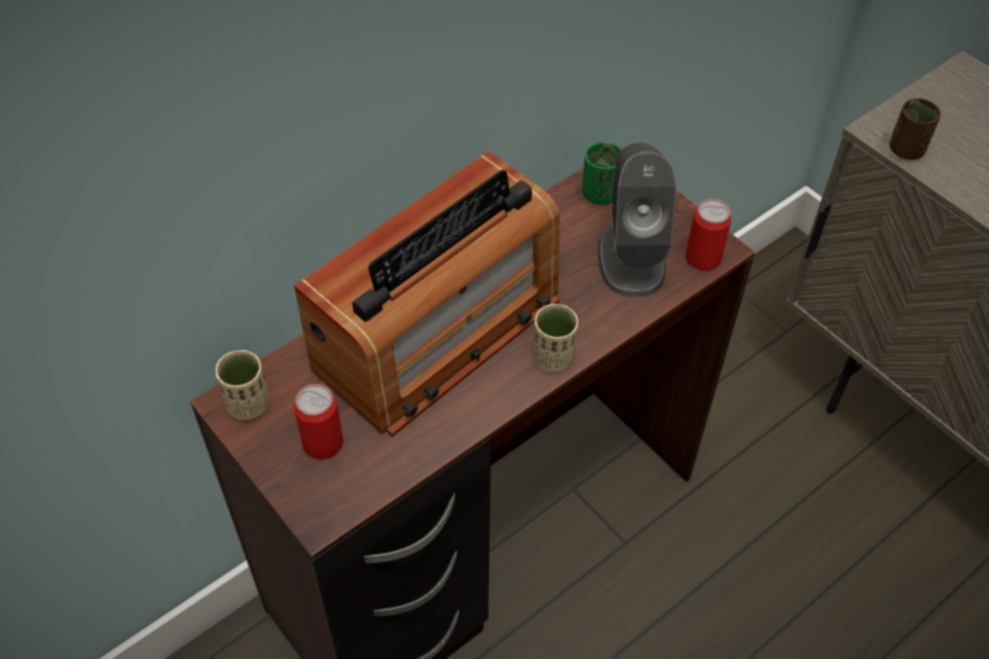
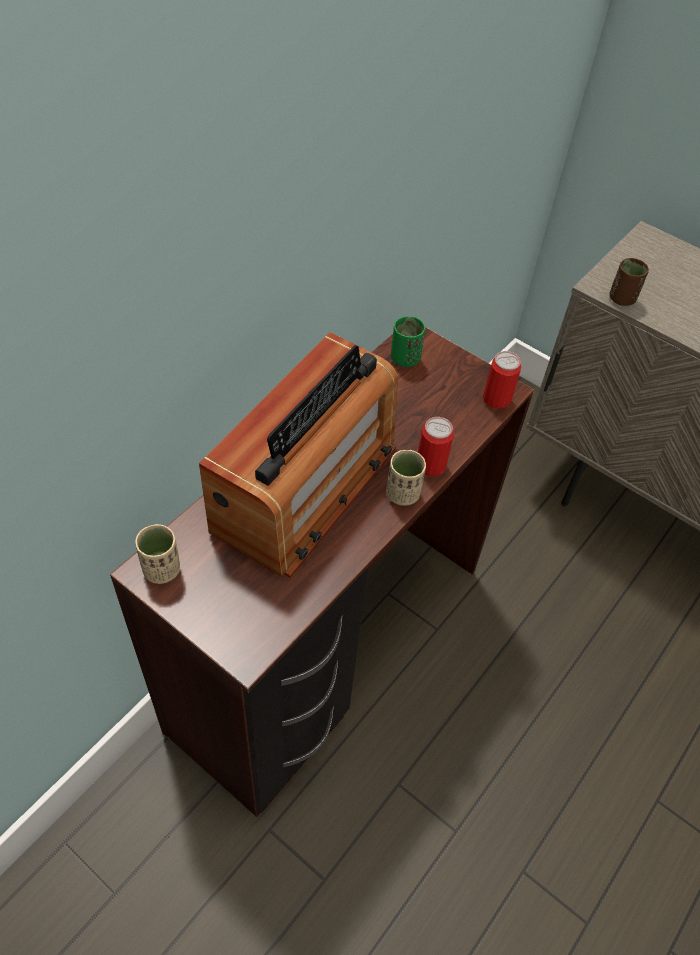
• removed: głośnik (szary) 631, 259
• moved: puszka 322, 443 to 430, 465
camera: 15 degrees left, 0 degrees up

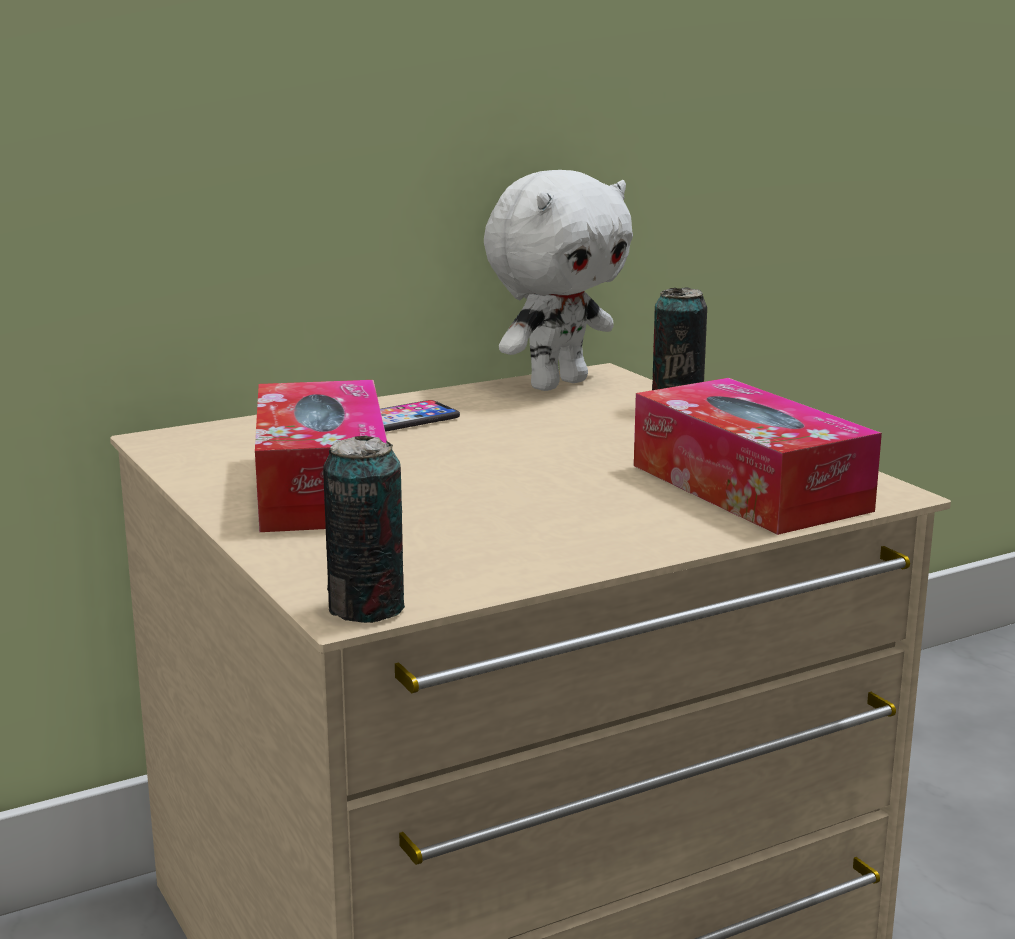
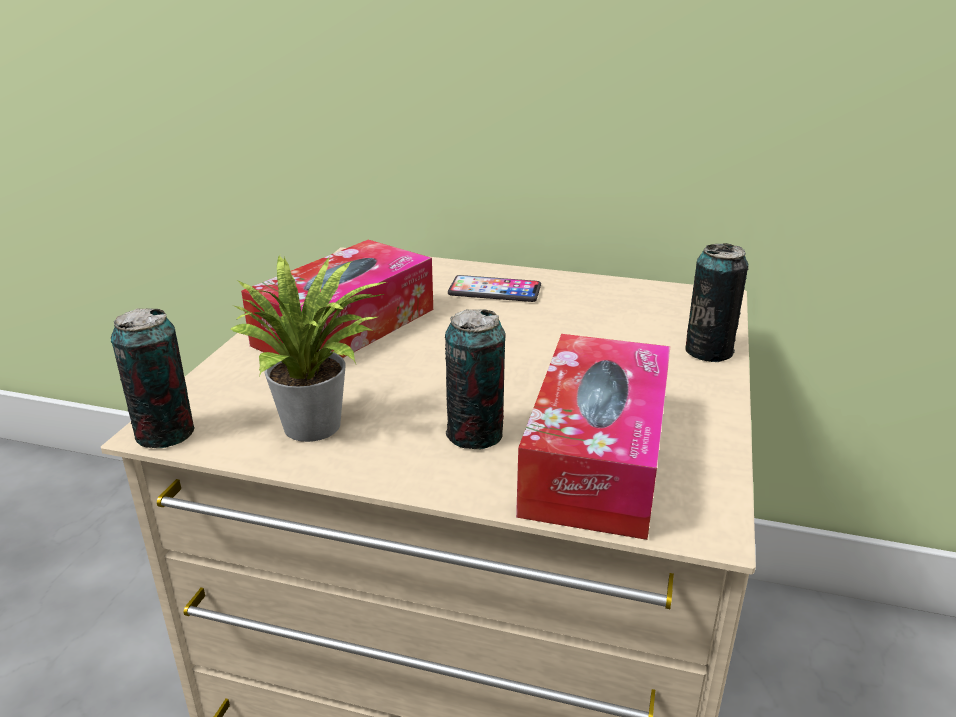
• removed: pluszak (biały) 556, 384
• added: roślina doniczkowa 320, 426
• added: puszka 475, 434
camera: 45 degrees right, 10 degrees up

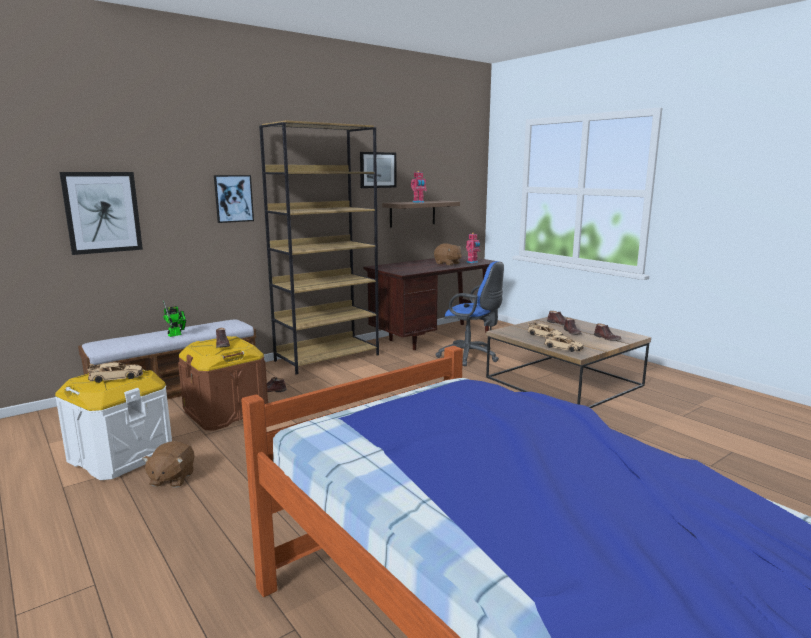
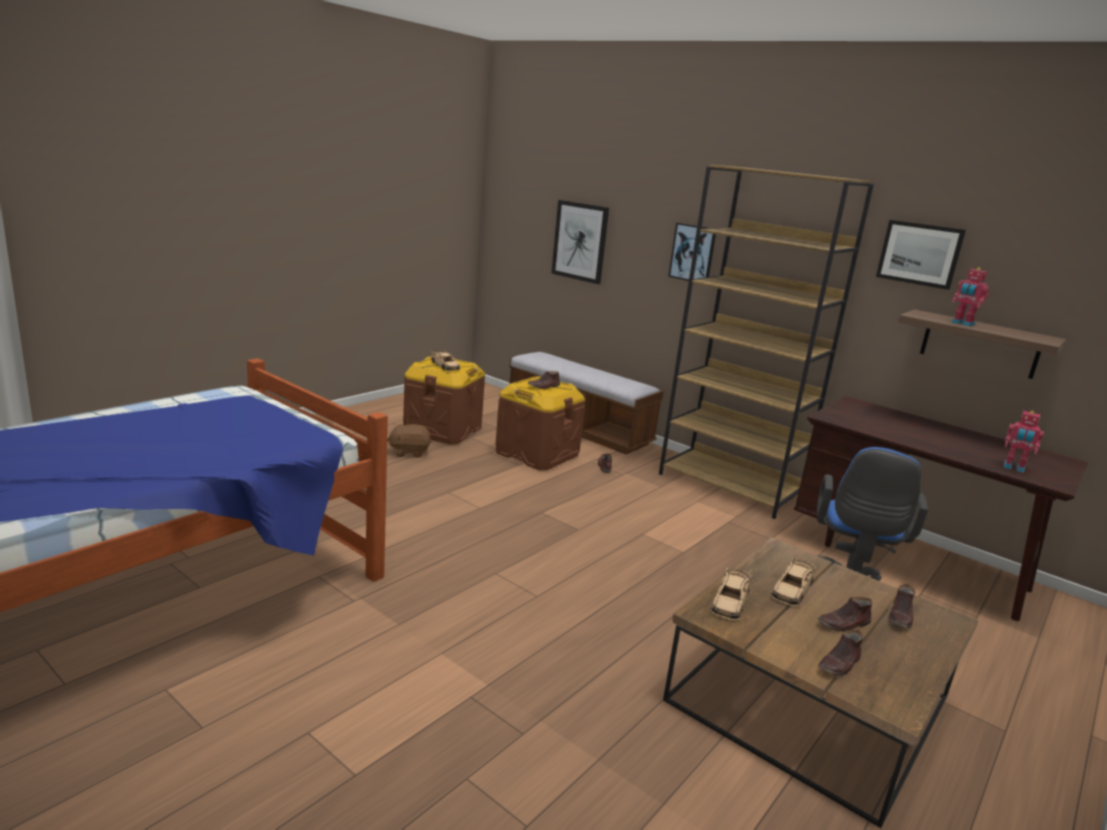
• removed: pluszak (brązowy) 447, 263
• removed: robot zabawkowy 177, 334
• recoloured: pojemnik do przechowywania (biały) 121, 456 to pojemnik do przechowywania (brązowy) 442, 430
camera: 75 degrees right, 5 degrees up

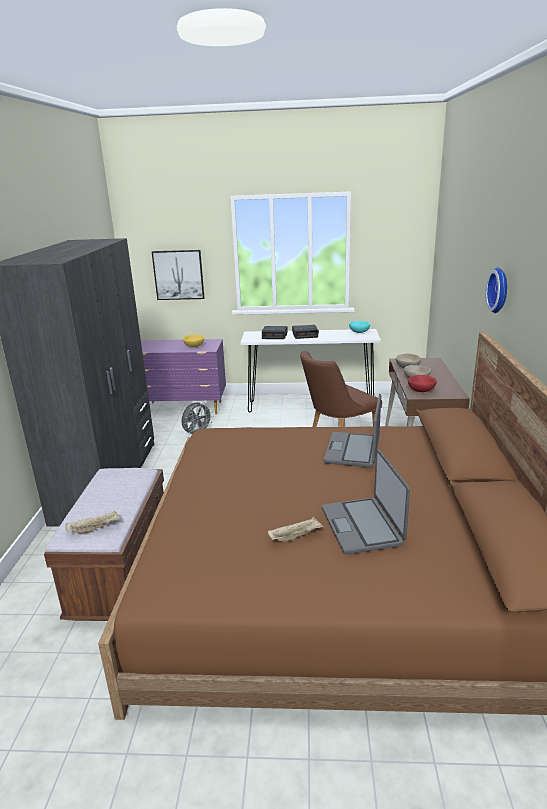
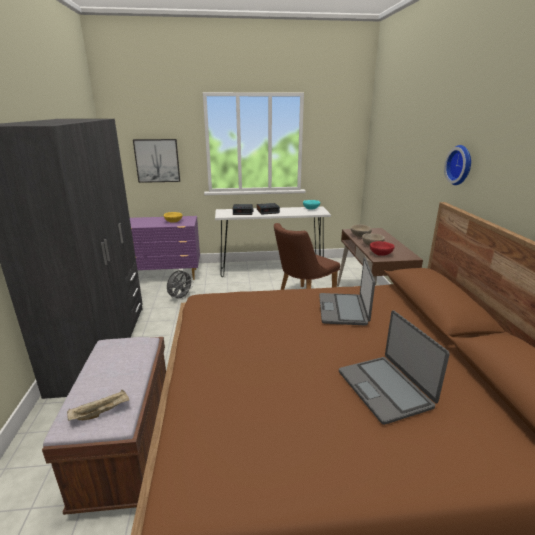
• removed: taca (beżowy) 296, 537
camera: 10 degrees left, 0 degrees up

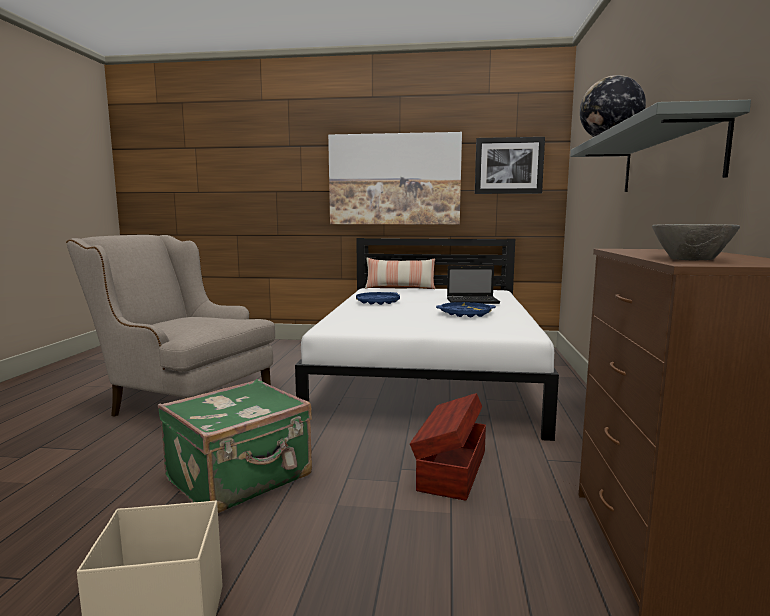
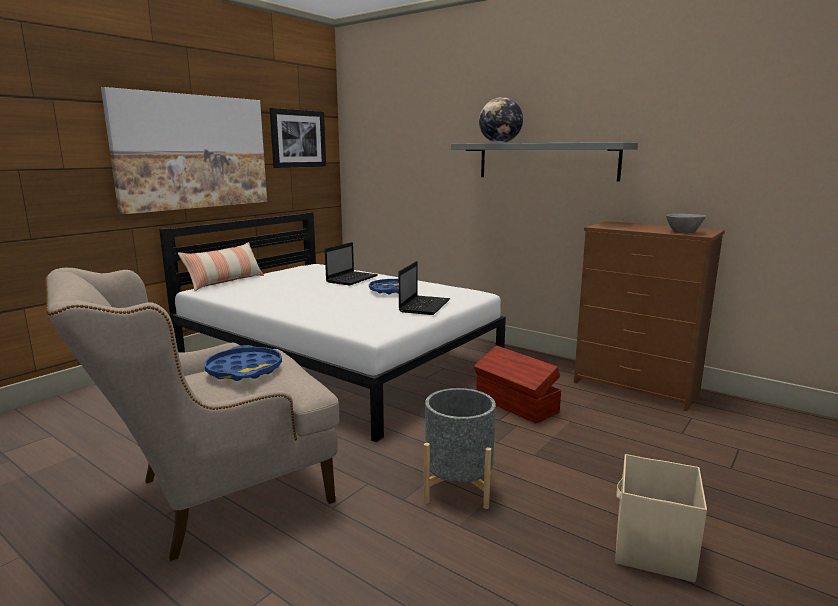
• moved: taca (niebieski) 378, 302 to 244, 370
• replaced: walizka (zielony) 241, 478 to donica (szary) 458, 487
• added: laptop 424, 306
camera: 60 degrees left, 5 degrees up

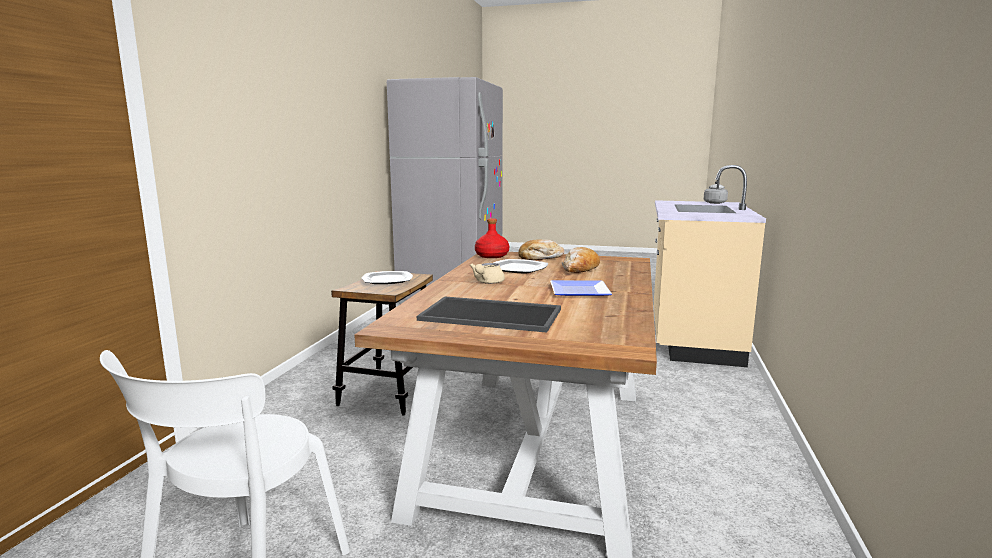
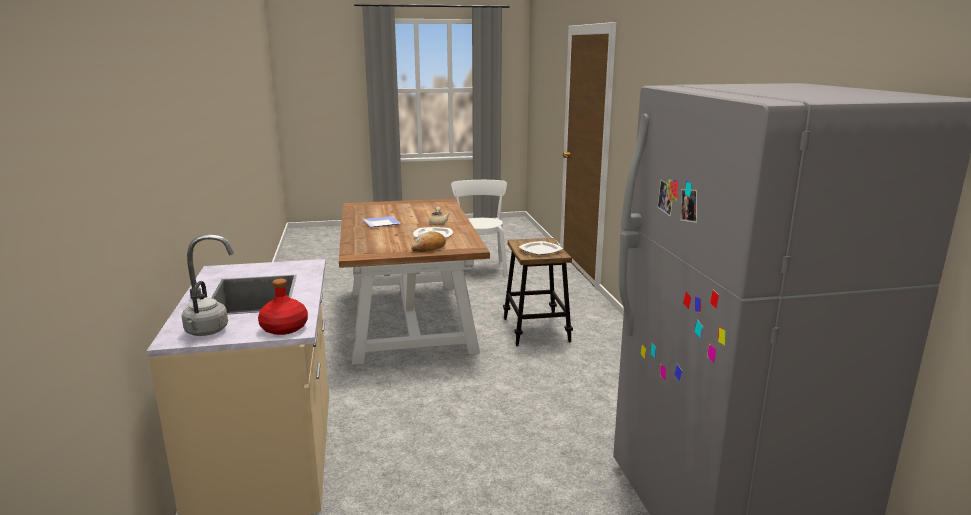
• moved: butelka (czerwony) 491, 256 to 285, 328
• removed: chleb 580, 268
• removed: taca 493, 314
camera: 155 degrees right, 5 degrees up

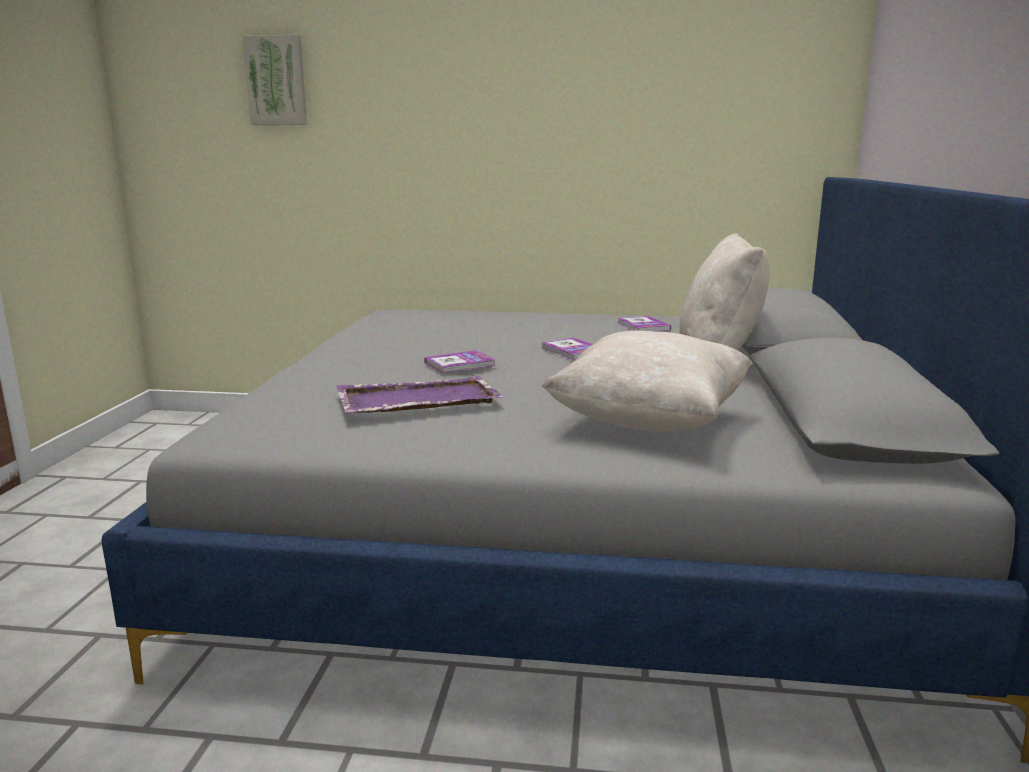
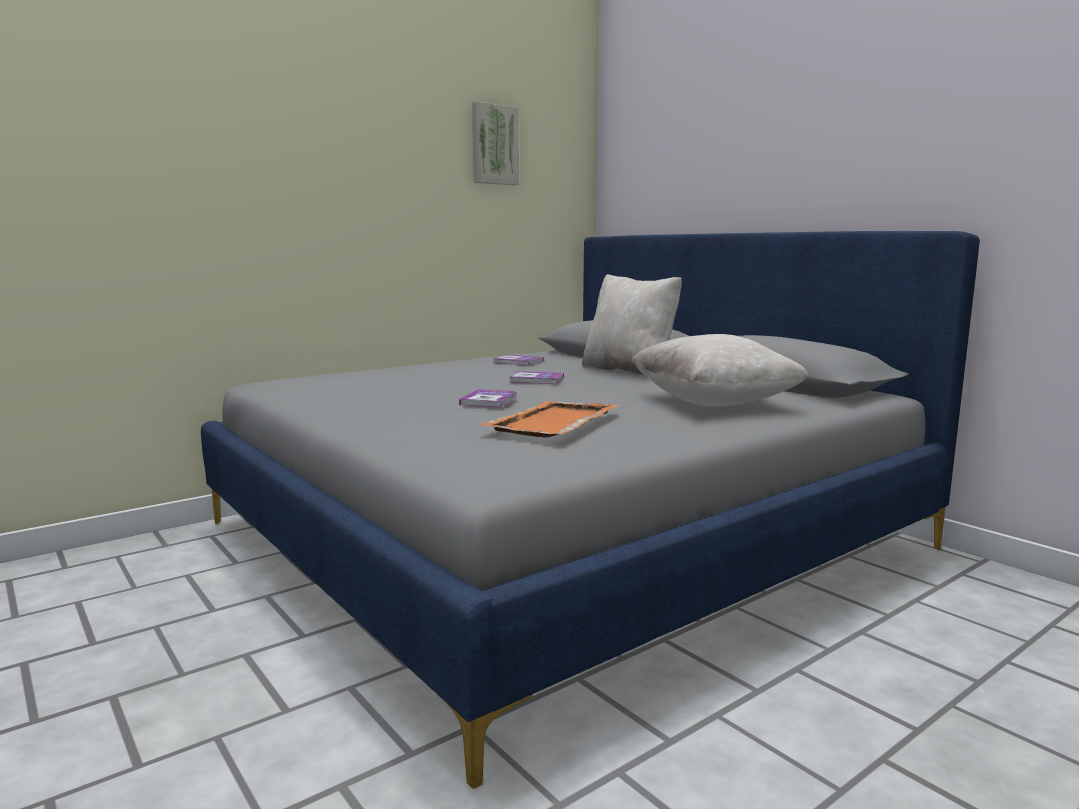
• moved: obraz 277, 81 to 494, 145
• recoloured: taca (fioletowy) 416, 400 to taca (pomarańczowy) 552, 423
camera: 45 degrees left, 5 degrees down

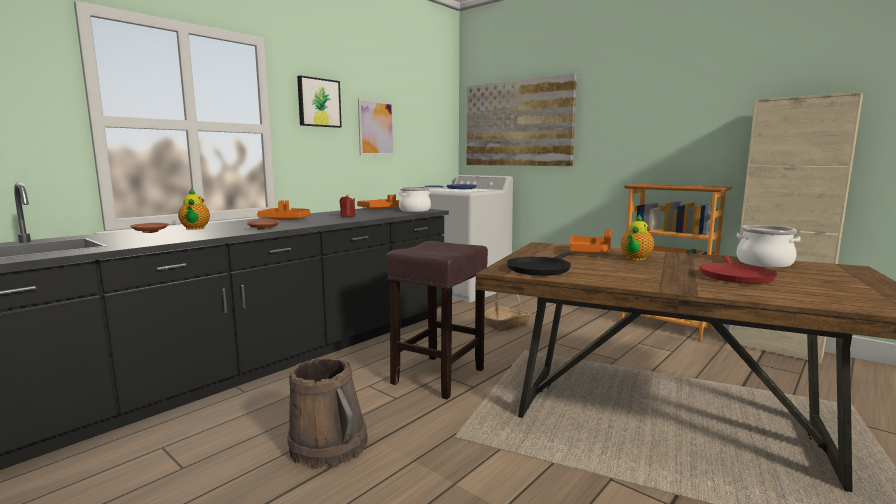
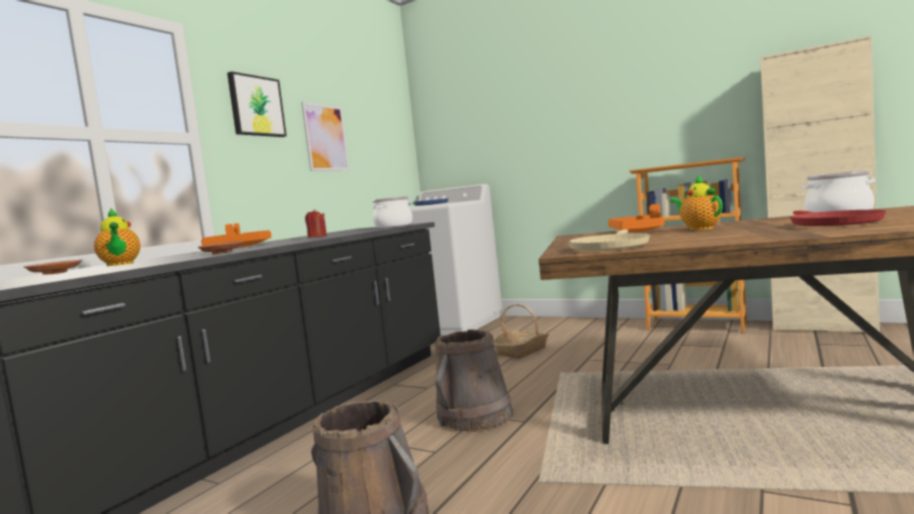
• removed: obraz 517, 123
• removed: taca (pomarańczowy) 380, 209
• turned: imbryk 635, 259 = 699, 229 135 degrees clockwise
• replaced: stołek (brązowy) 439, 375 to wiadro (brązowy) 475, 416
• recoloured: patelnia (czarny) 540, 269 to patelnia (beżowy) 609, 246
camera: 10 degrees left, 5 degrees down

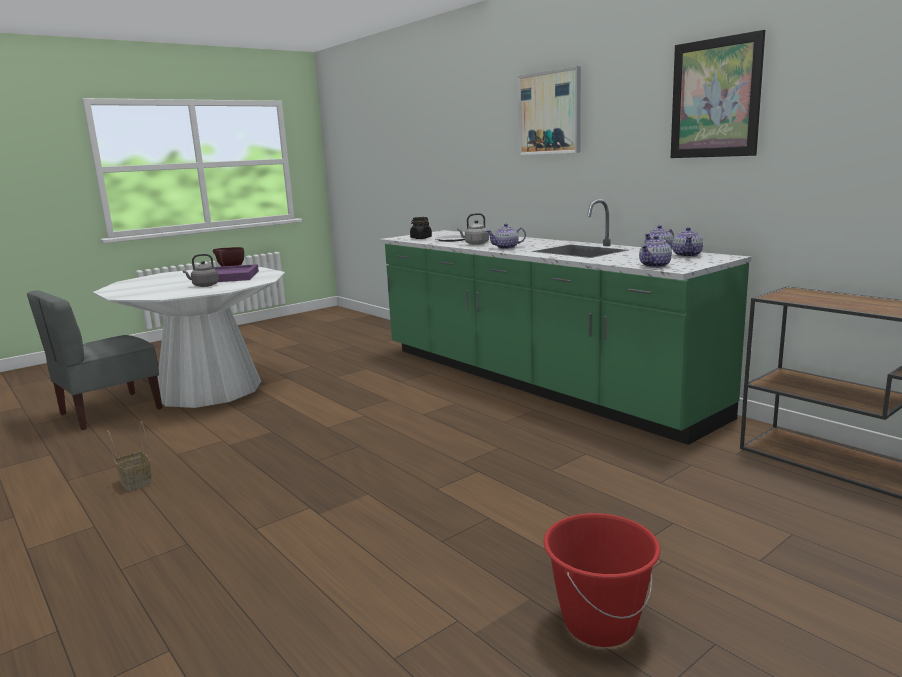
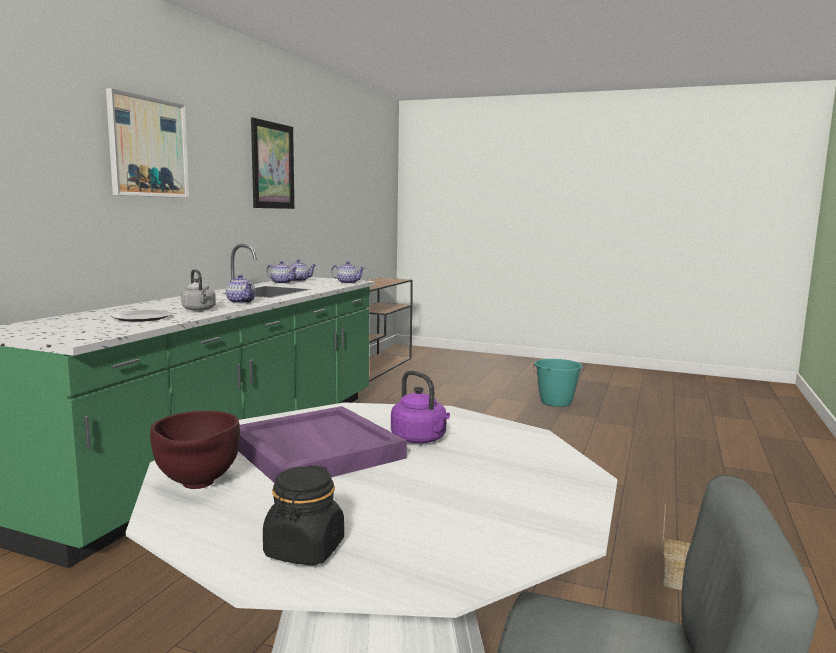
• moved: słoik (czarny) 421, 238 to 304, 550
• recoloured: czajnik (szary) 204, 285 to czajnik (fioletowy) 420, 439
• recoloured: wiadro (czerwony) 599, 624 to wiadro (turkusowy) 556, 402
camera: 120 degrees left, 5 degrees down

